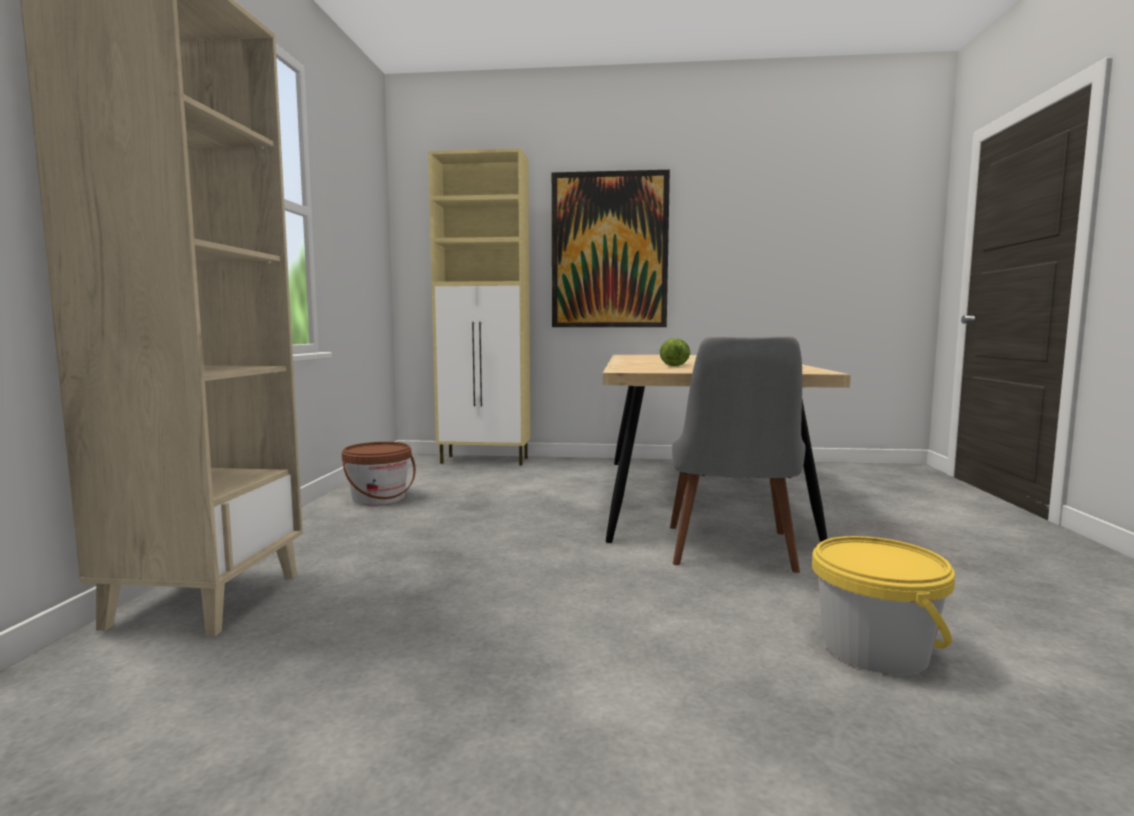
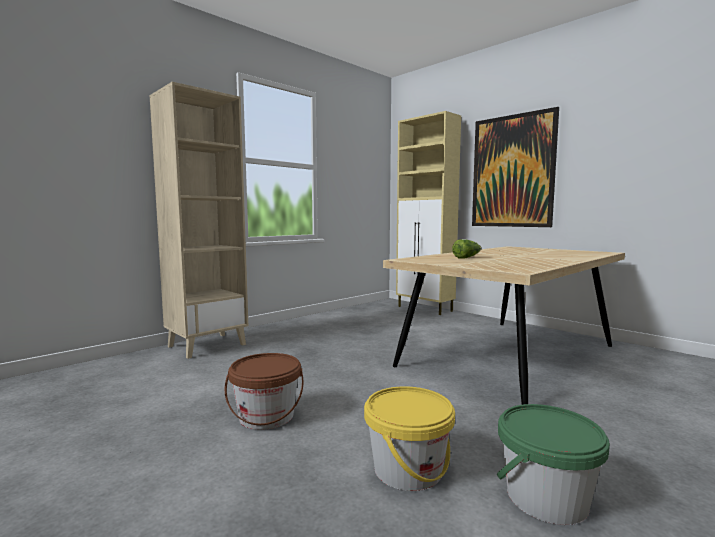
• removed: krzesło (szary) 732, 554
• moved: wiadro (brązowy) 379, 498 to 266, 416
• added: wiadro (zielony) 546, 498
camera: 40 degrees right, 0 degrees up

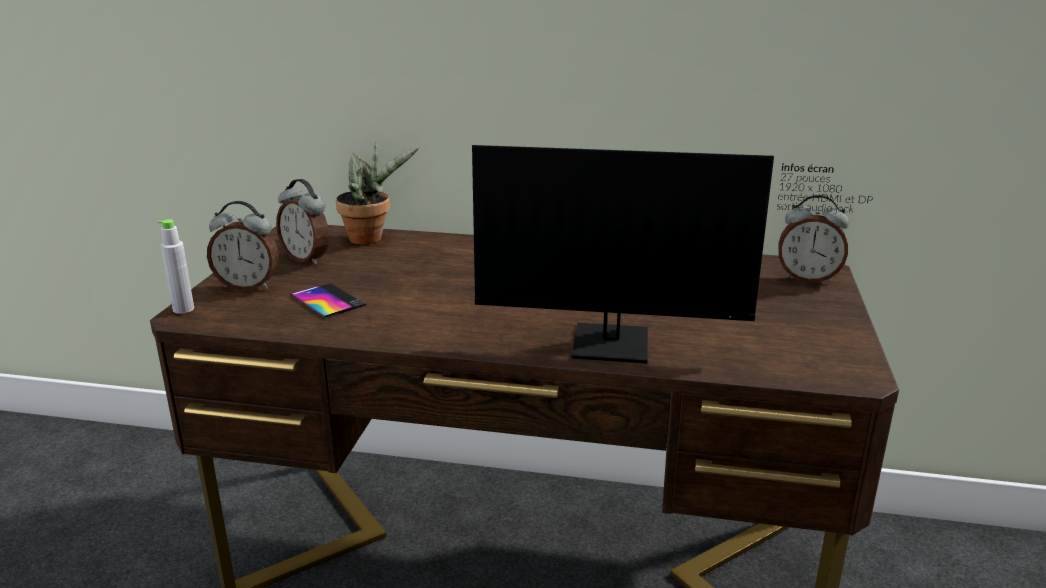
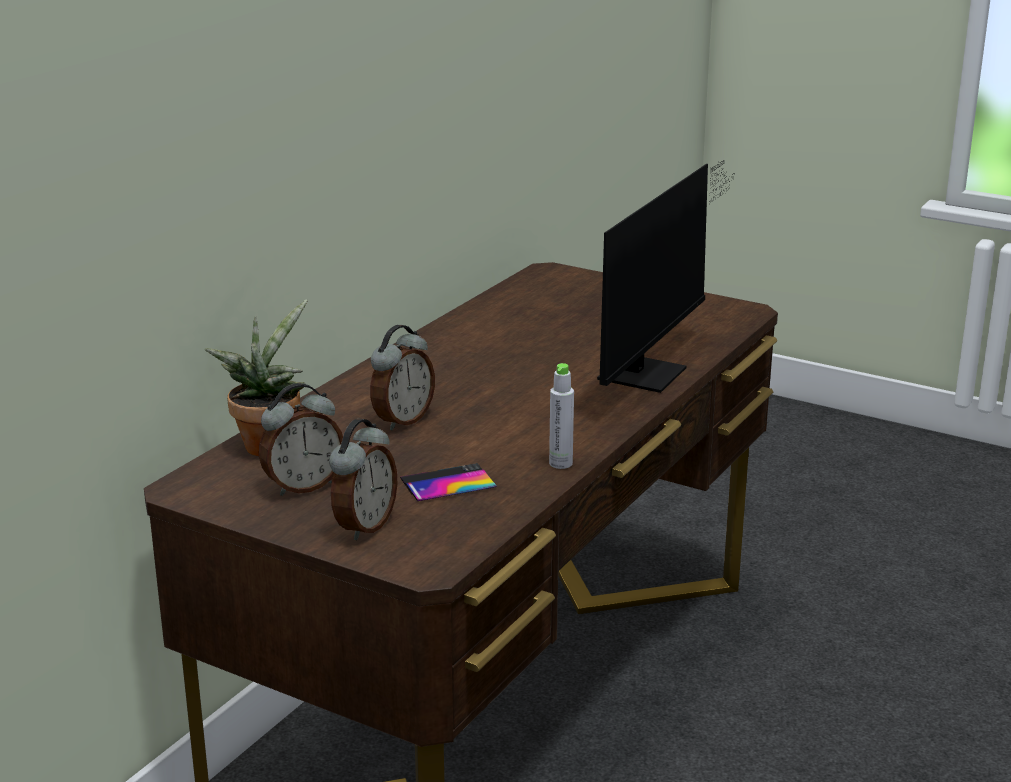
• moved: budzik 807, 278 to 402, 420
• moved: butelka (szary) 183, 309 to 560, 463
camera: 70 degrees left, 0 degrees up

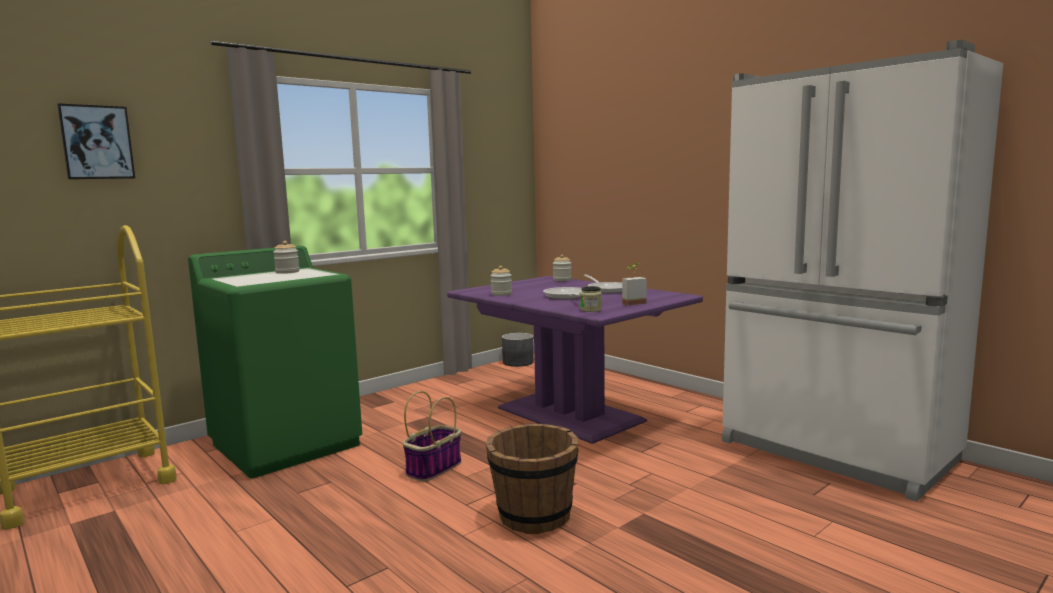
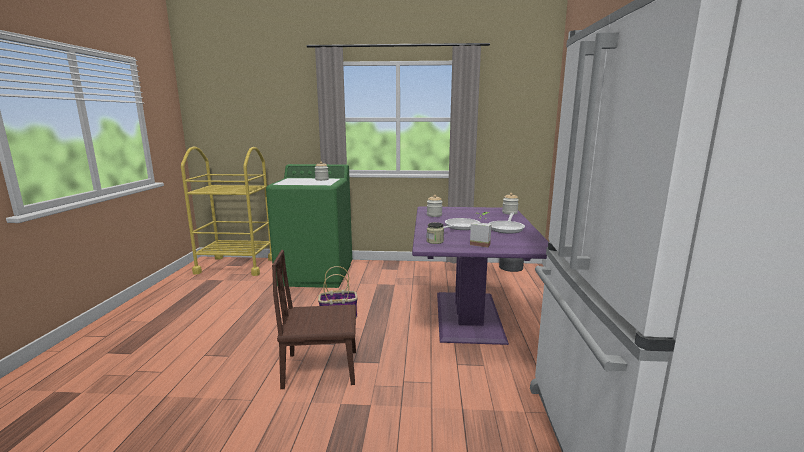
• removed: obraz 97, 142
• replaced: wiadro (brązowy) 534, 516 to krzesło (brązowy) 321, 369
camera: 45 degrees right, 5 degrees up

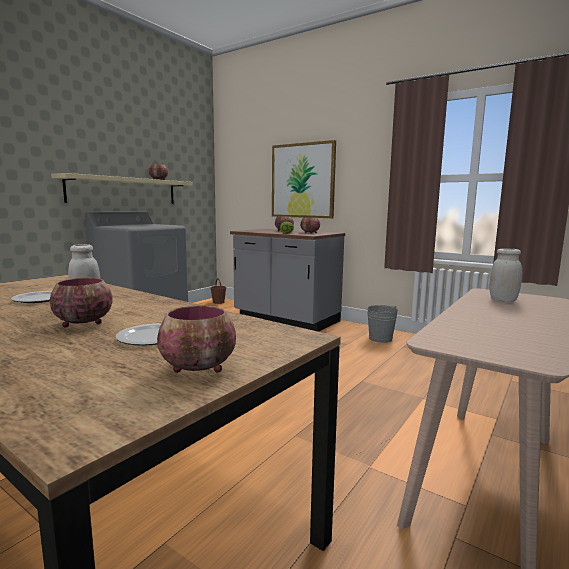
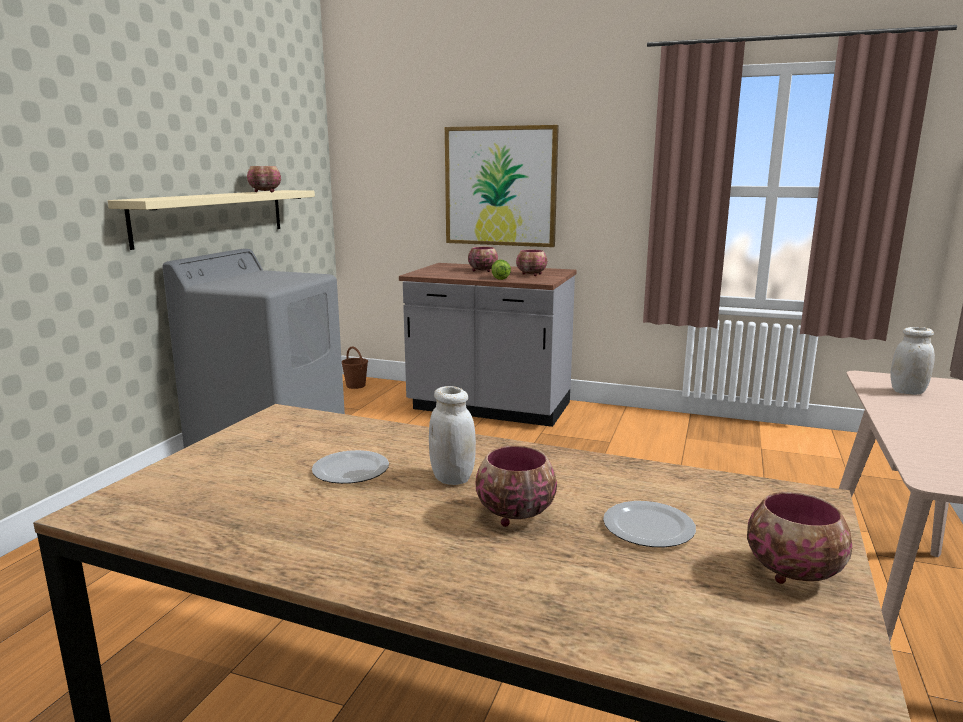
• removed: wiadro (szary) 380, 339
camera: 15 degrees left, 5 degrees up

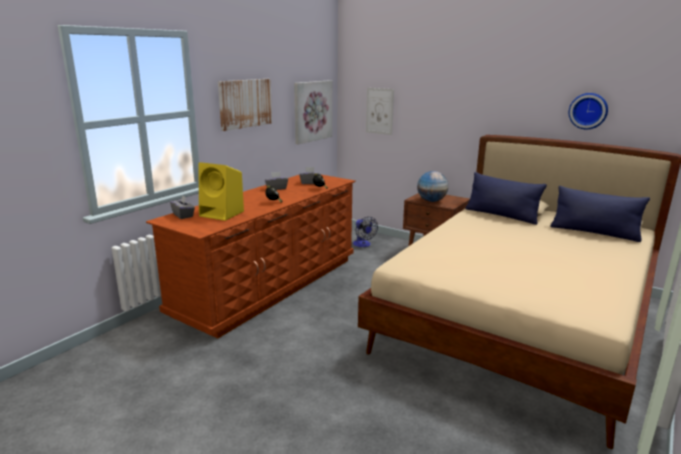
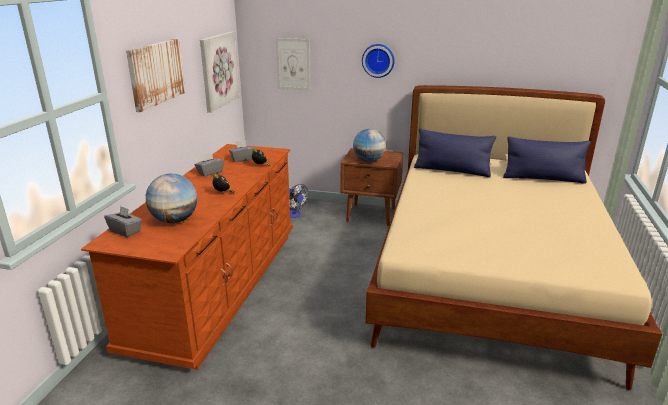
• moved: zegar ścienny 588, 111 to 378, 60
• replaced: głośnik (żółty) 223, 214 to globus 175, 220
camera: 20 degrees left, 5 degrees up

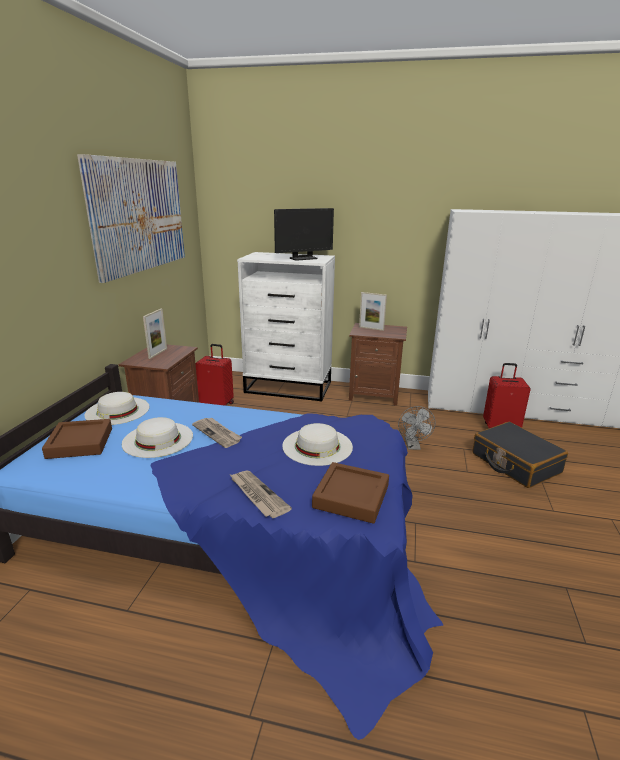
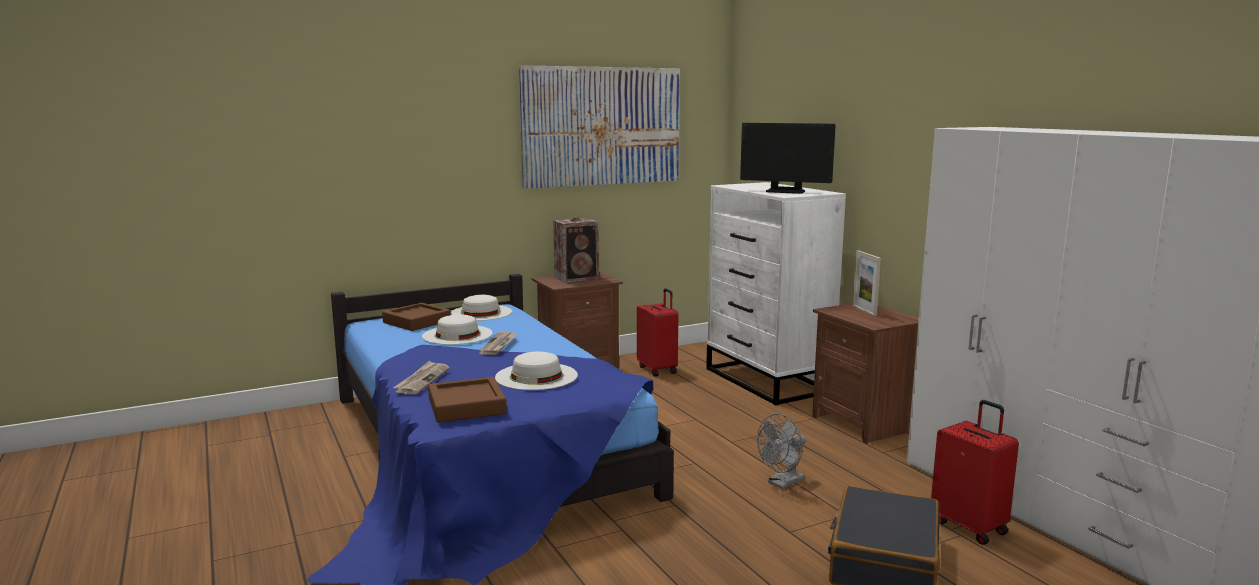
• replaced: ramka na zdjęcie 158, 353 to głośnik 578, 278
camera: 50 degrees right, 10 degrees down

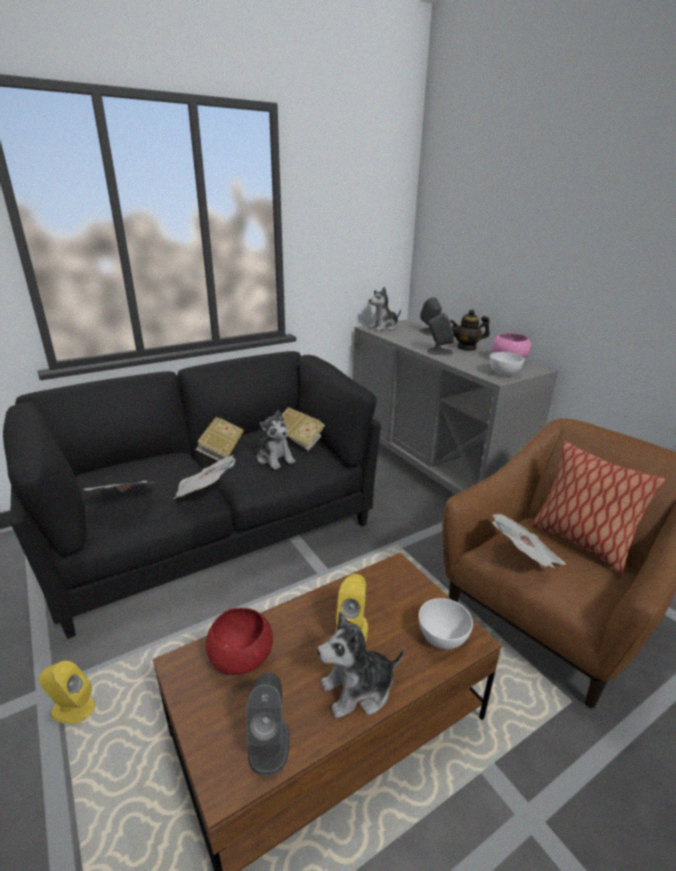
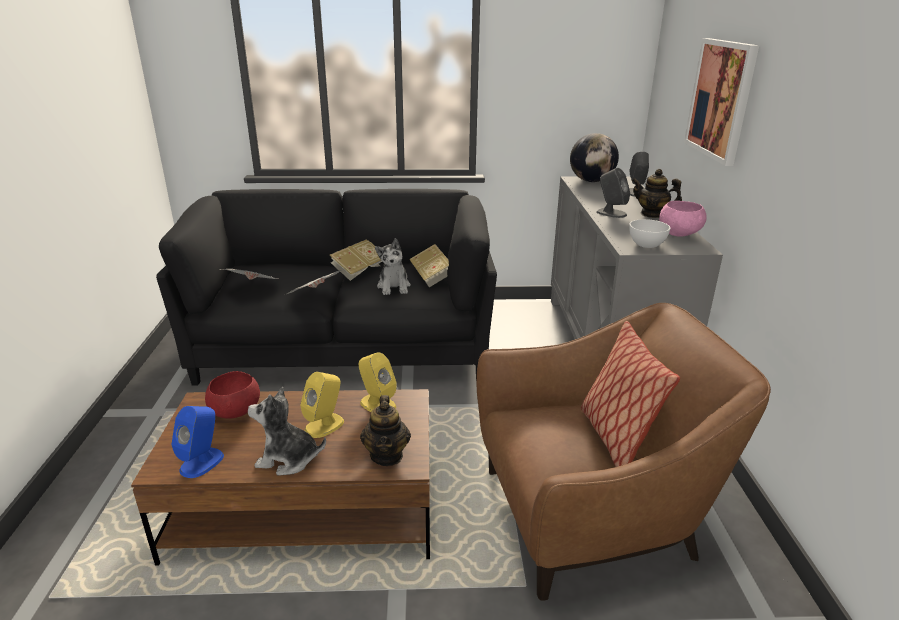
• replaced: pluszak 383, 327 to globus 591, 181
• removed: gazeta 524, 557
• replaced: miska (biały) 442, 637 to imbryk 387, 455
• moved: głośnik (żółty) 73, 709 to 377, 404
• recoloured: głośnik (szary) 269, 744 to głośnik (niebieski) 202, 462
• added: obraz 721, 99
camera: 30 degrees right, 0 degrees up

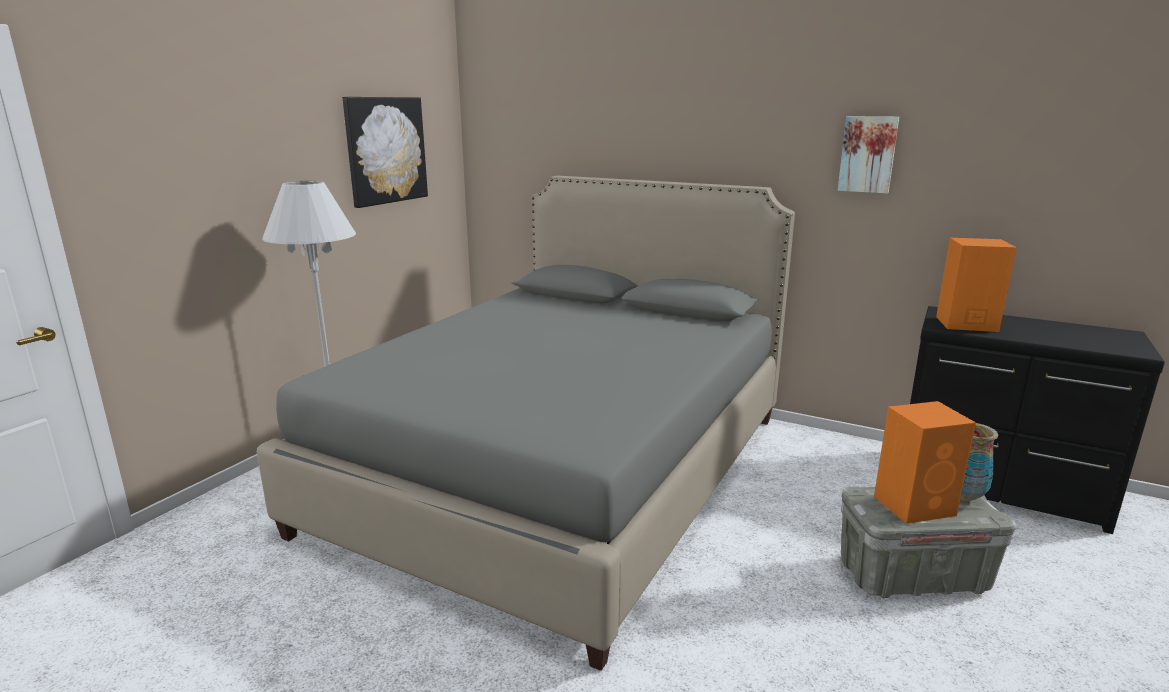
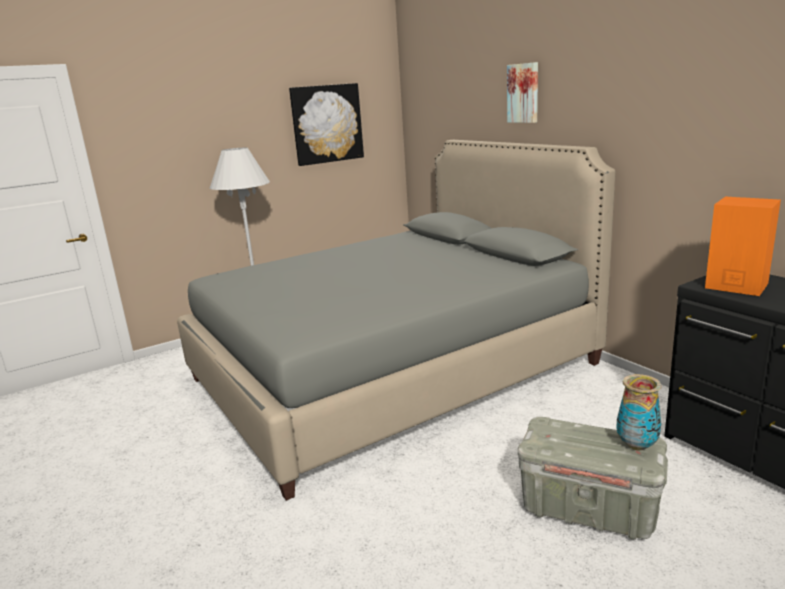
• moved: obraz 868, 154 to 524, 93
• removed: głośnik (pomarańczowy) 915, 505
camera: 30 degrees right, 0 degrees up

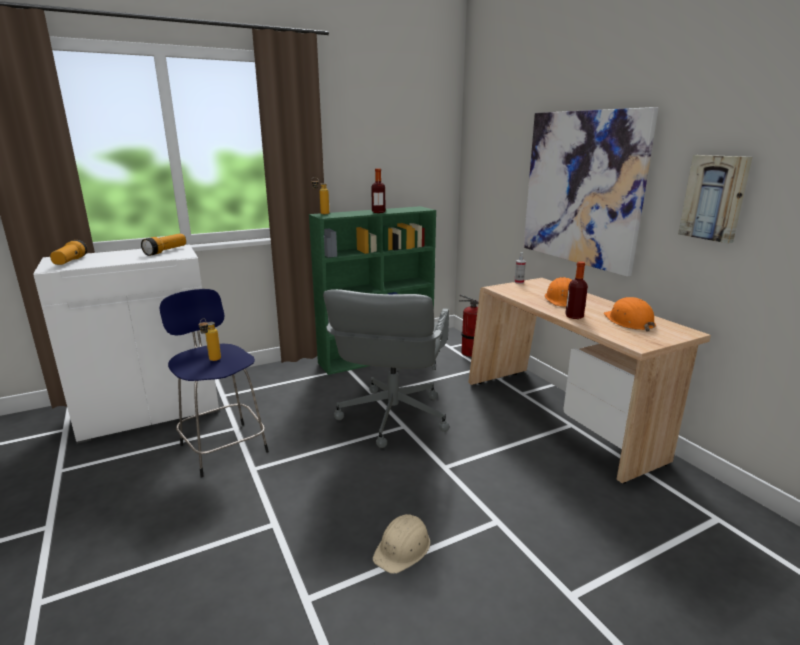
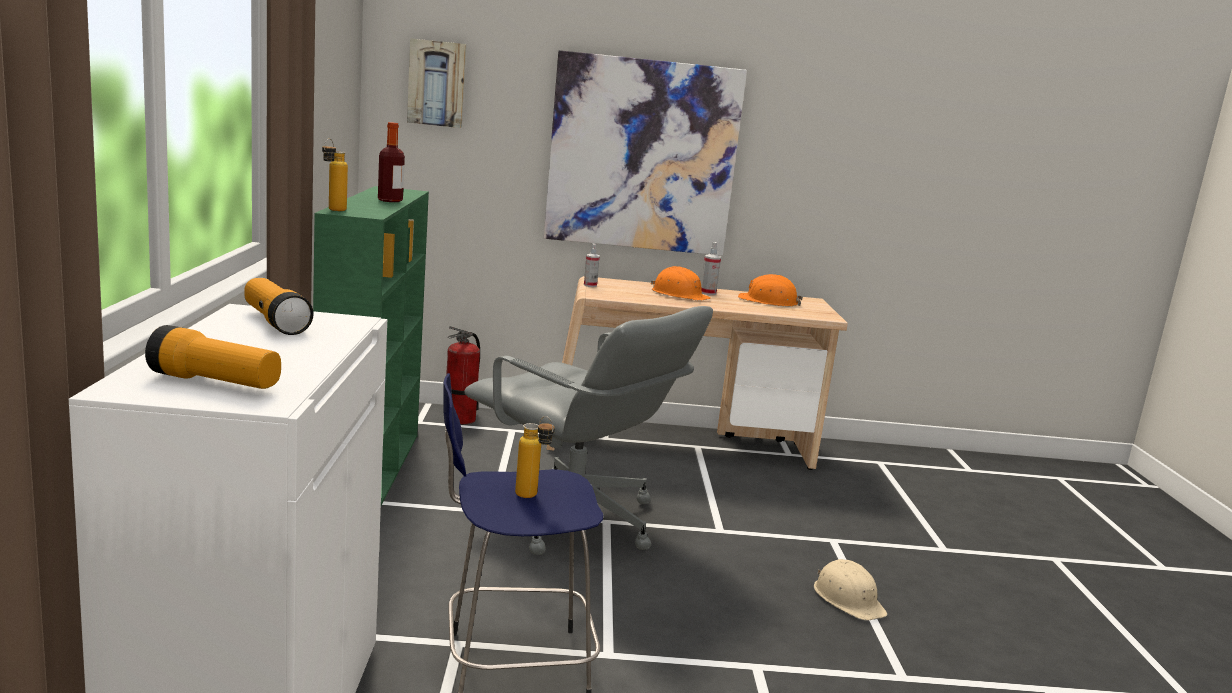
• moved: obraz 715, 198 to 437, 83
• removed: butelka 574, 316
• added: spryskiwacz 708, 293
camera: 65 degrees left, 5 degrees down

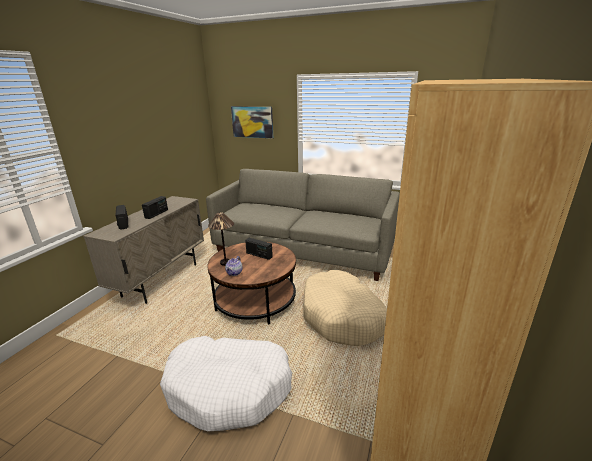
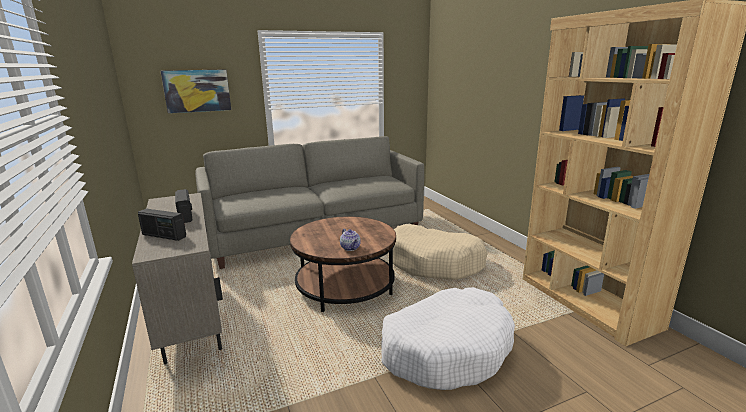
• removed: lampa stołowa 226, 262
• removed: radio 259, 255
camera: 45 degrees left, 5 degrees down

